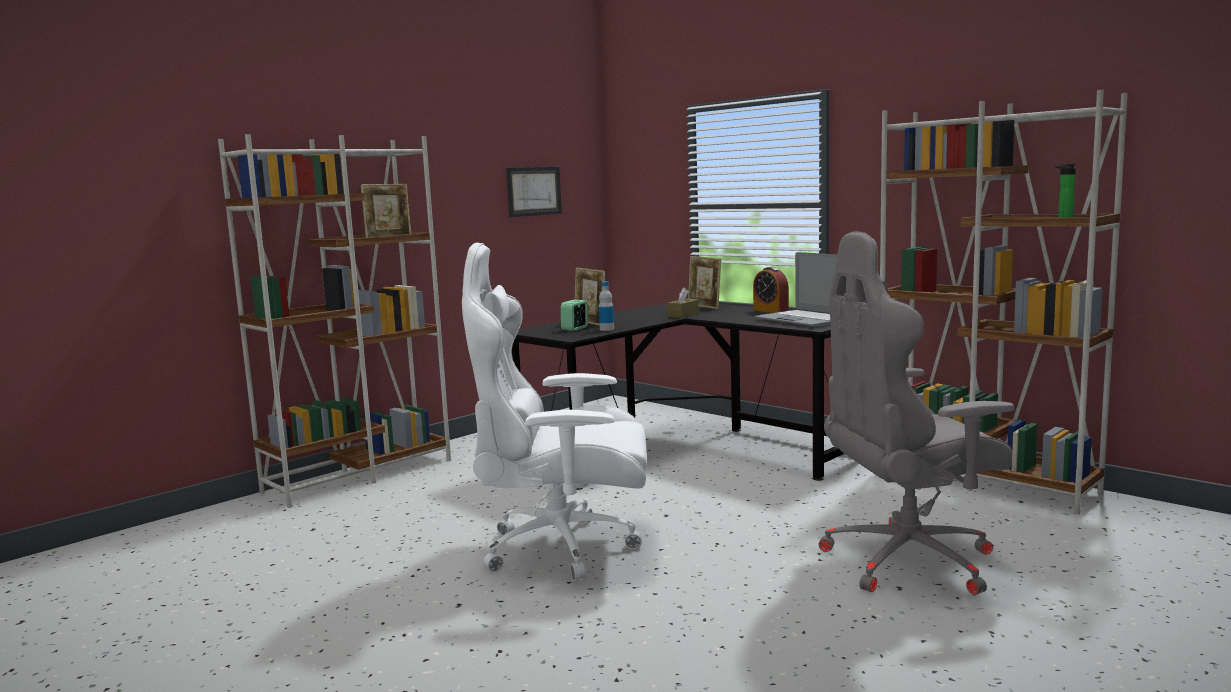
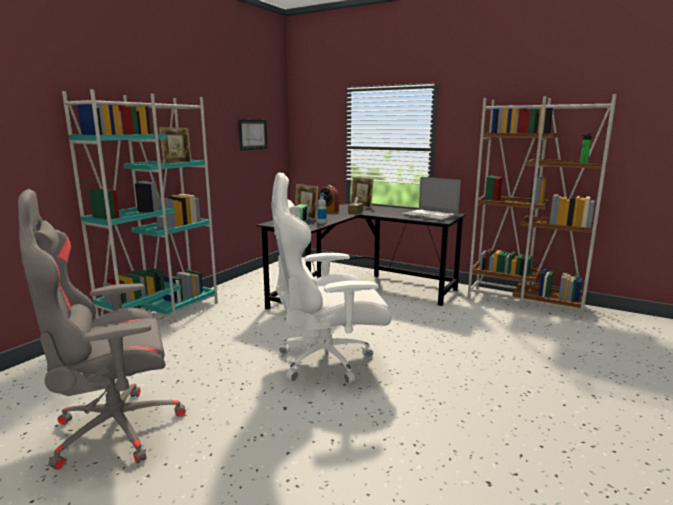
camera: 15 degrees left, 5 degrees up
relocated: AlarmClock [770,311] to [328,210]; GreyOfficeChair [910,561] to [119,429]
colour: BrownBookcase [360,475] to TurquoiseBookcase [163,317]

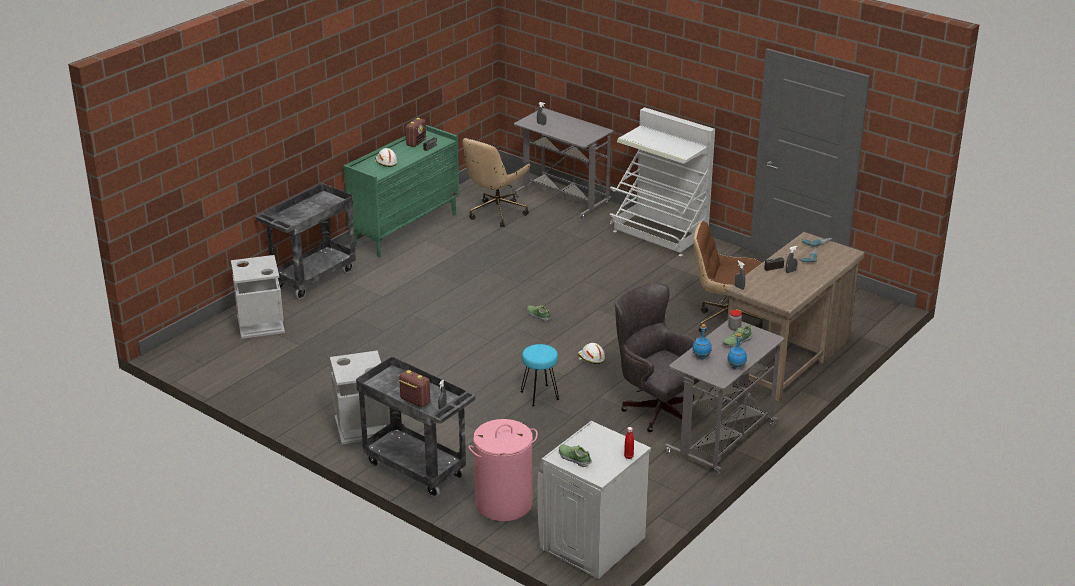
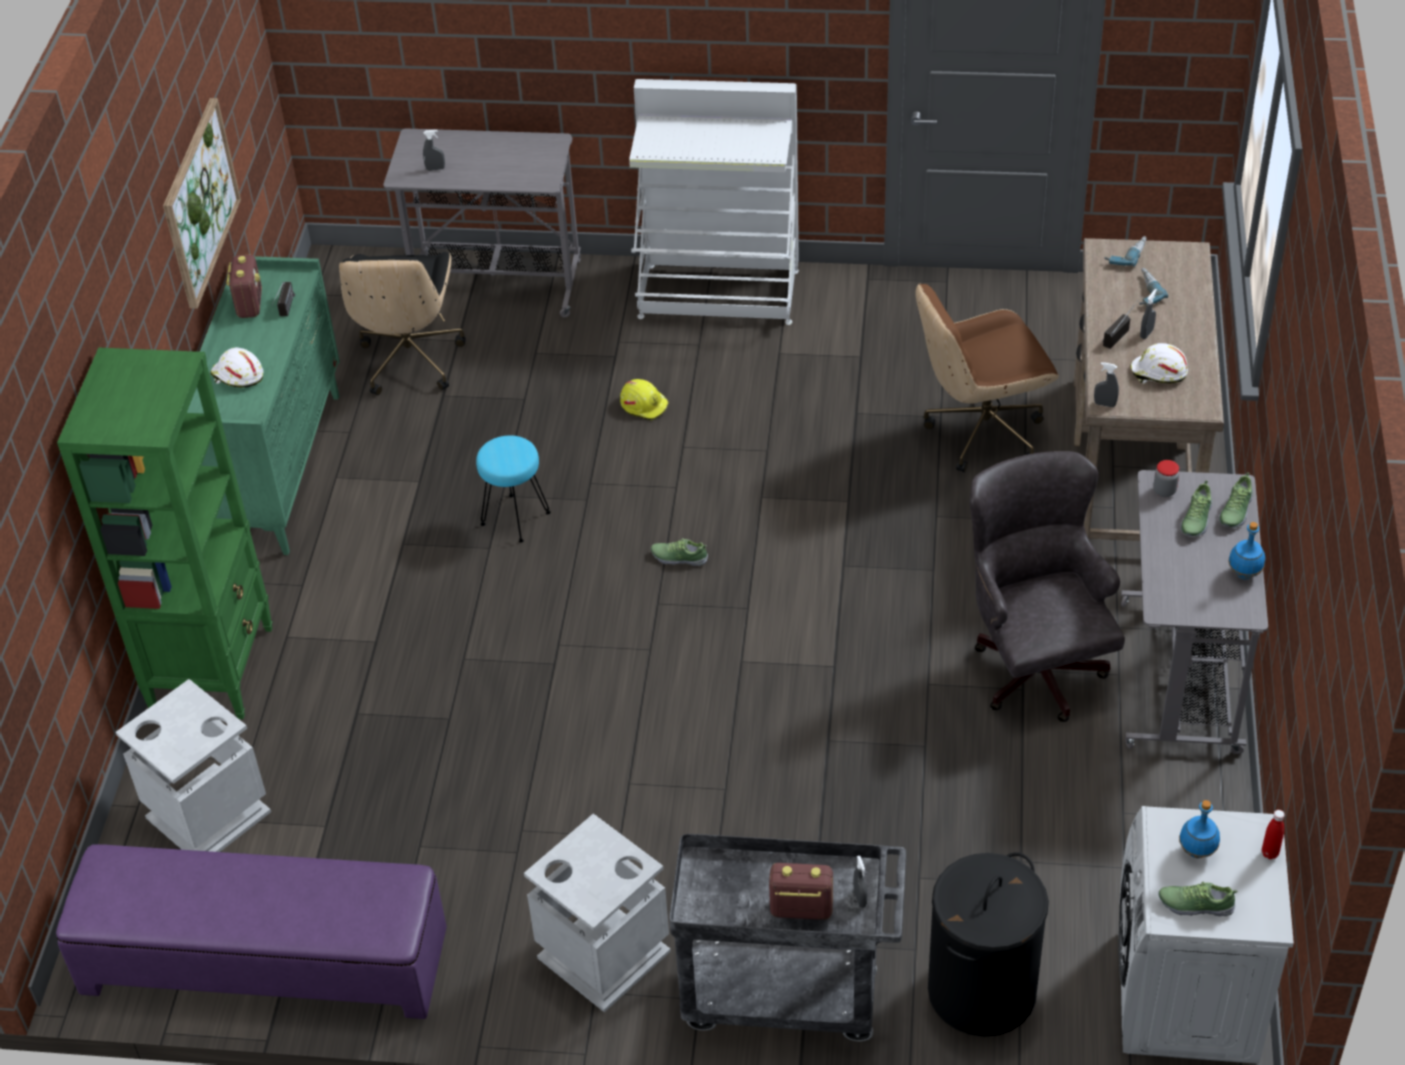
camera: 30 degrees left, 15 degrees up
appeared: PurpleBench [262,961]; Picture [199,202]; YellowHardHat [644,405]; Shoe [1235,511]
relocated: TurquoiseStool [539,395] to [515,518]; WhiteHardHat [591,358] to [1158,373]; BlueBottle [701,357] to [1197,852]
exchanged: GreyCart [311,281] to GreenBookcase [213,668]
colour: PinkLaundryBasket [503,504] to BlackLaundryBasket [982,991]
spun: GreyOfficeChair [655,410] = [1035,667] 60 degrees clockwise

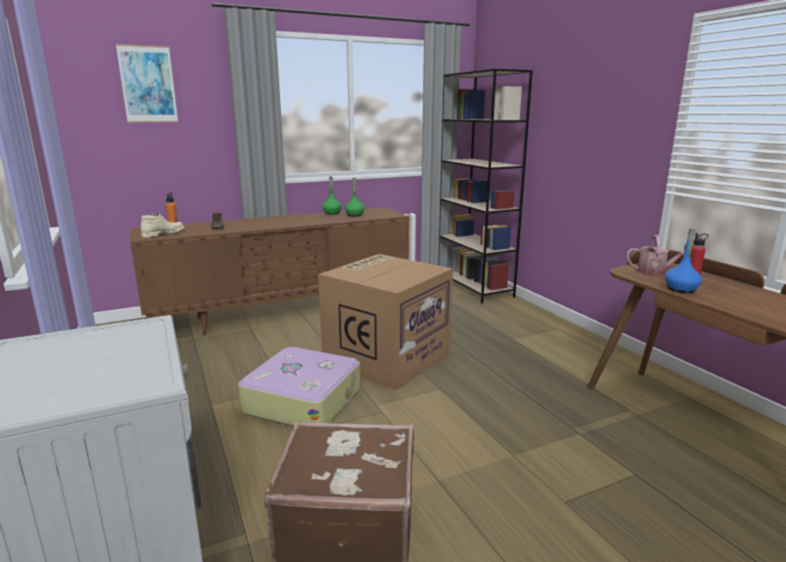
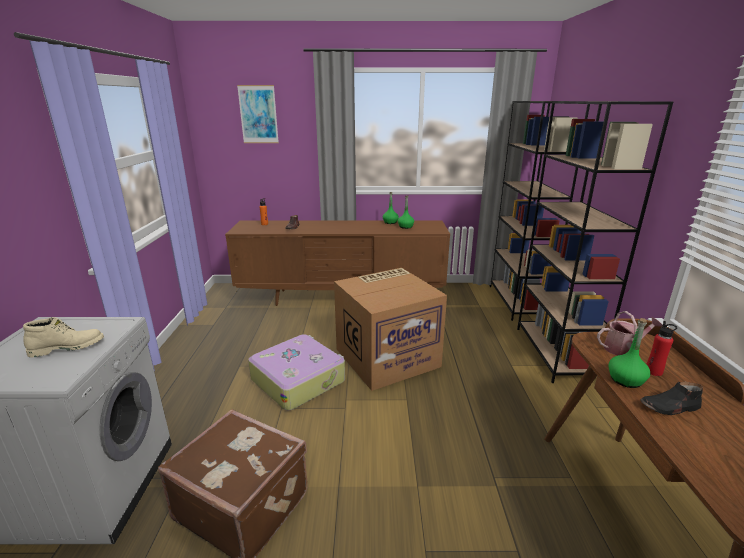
camera: 25 degrees right, 5 degrees up
appeared: BeigeBookcase [555,353]; BlackShoe [670,407]
relocated: BeigeBoot [163,234] to [68,347]
colour: BlueBottle [681,289] to GreenBottle [625,380]
spun: WateringCan [655,272] = [623,349] 45 degrees counterclockwise

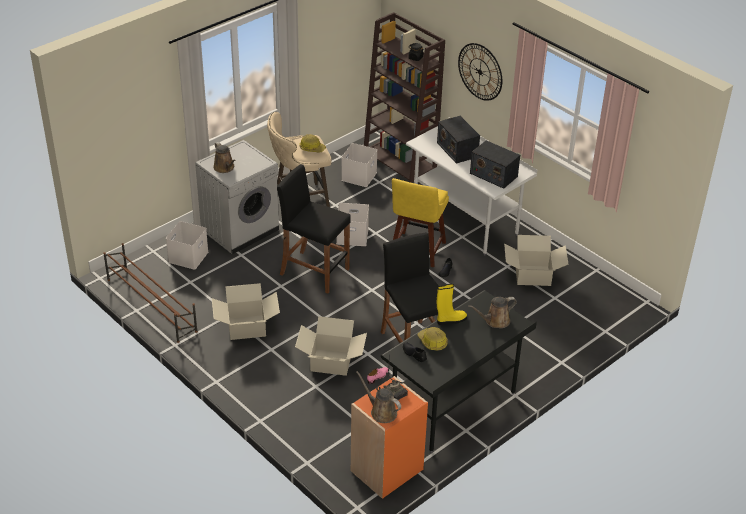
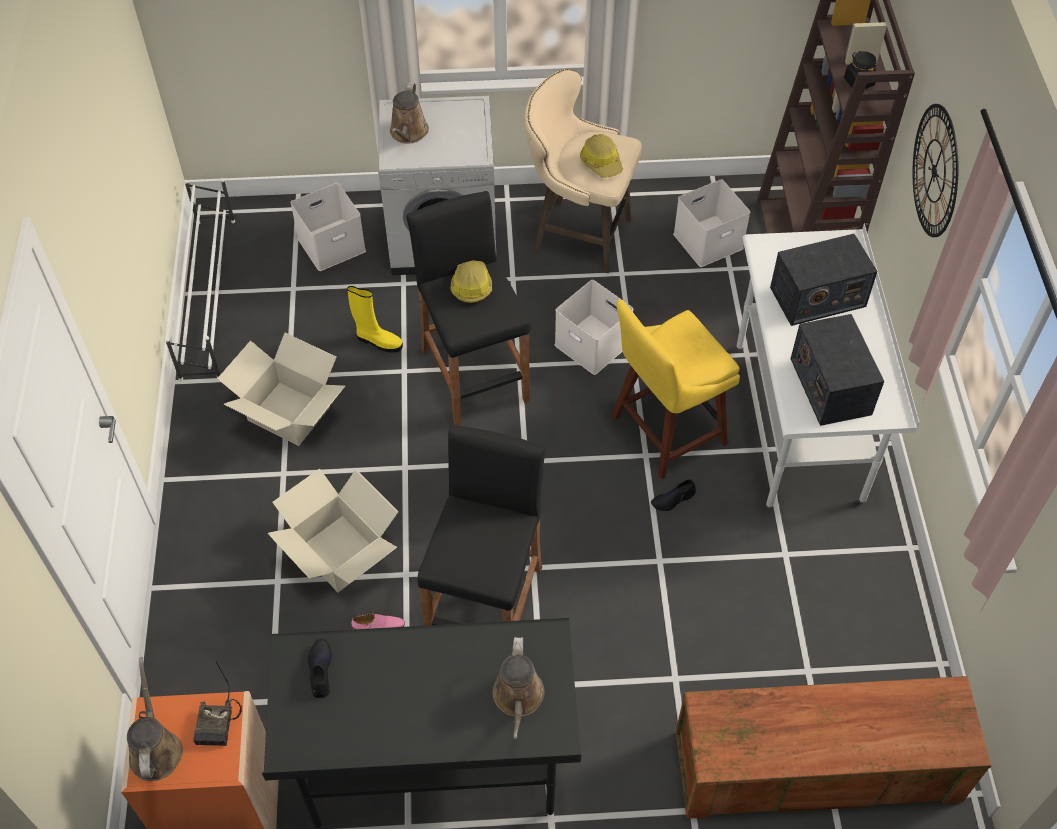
camera: 40 degrees right, 15 degrees up
missing: CardboardBox [533,276]
appeared: BrownBench [815,769]
relocated: HardHat [432,342] to [471,285]; YellowBoot [450,320] to [378,341]
colour: BrownShoeRack [151,305] to WhiteShoeRack [209,296]
spun: Radio [457,149] = [817,297] 120 degrees counterclockwise; BrownWateringCan [495,321] = [518,698] 105 degrees counterclockwise

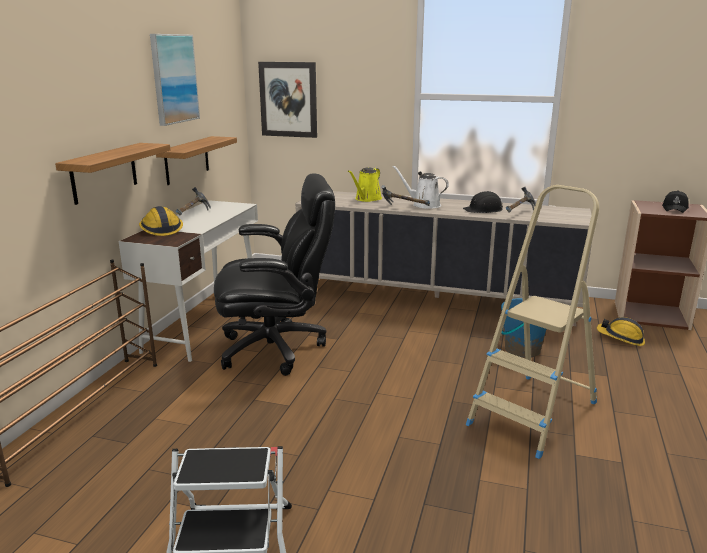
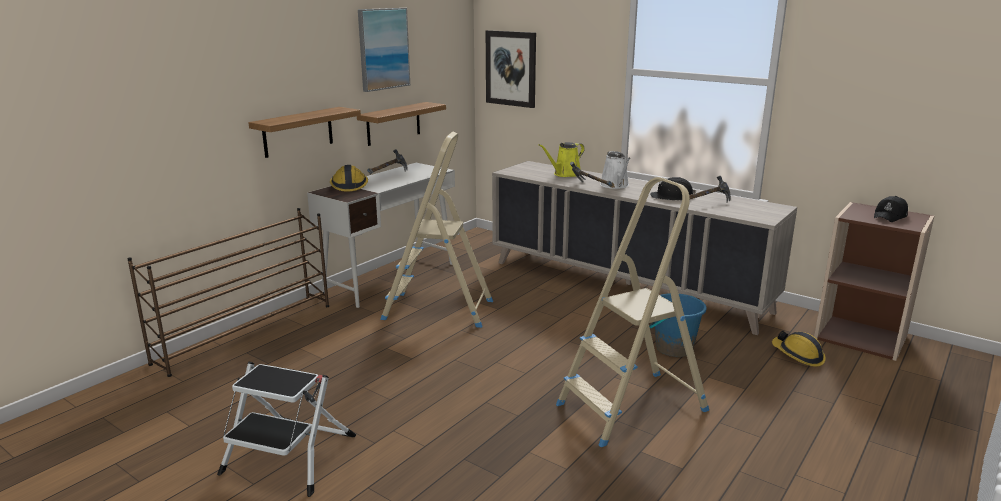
camera: 20 degrees right, 0 degrees up
exchanged: BlackOfficeChair [277,350] to BeigeStepLadder [437,310]
spun: WhiteWateringCan [423,205] = [615,185] 150 degrees counterclockwise

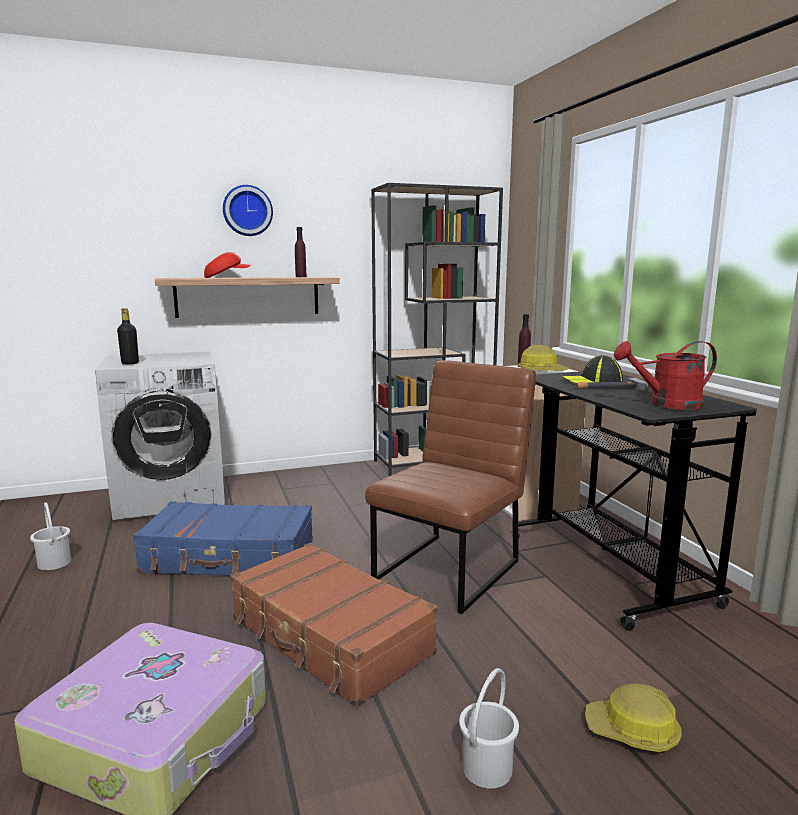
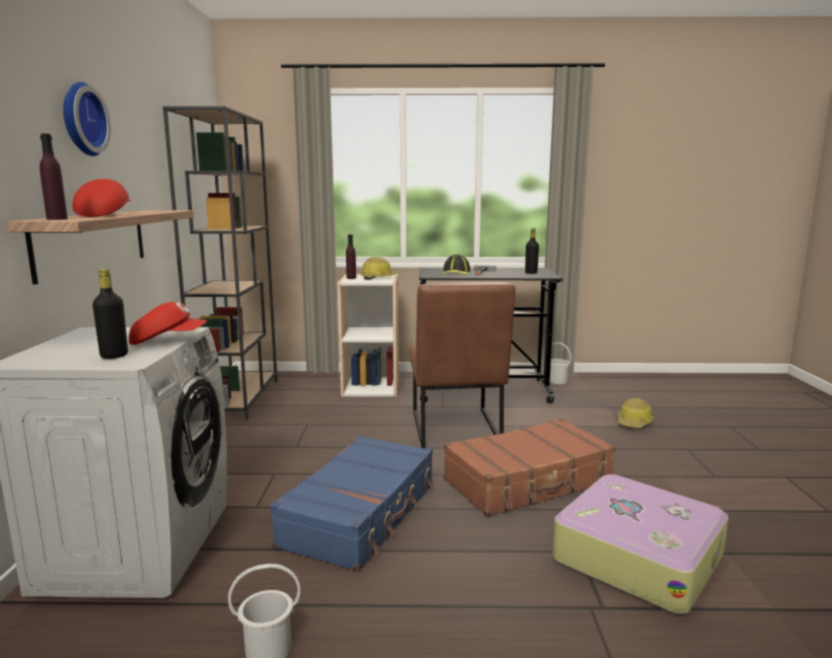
camera: 70 degrees left, 0 degrees up
appeared: RedCap [168,341]
relocated: PurpleBottle [301,277] to [57,219]; WhiteBucket [488,768] to [557,381]
exchanged: RedWateringCan [666,405] to BlackBottle [531,273]
spun: BrownChair [450,569] = [455,429] 150 degrees counterclockwise

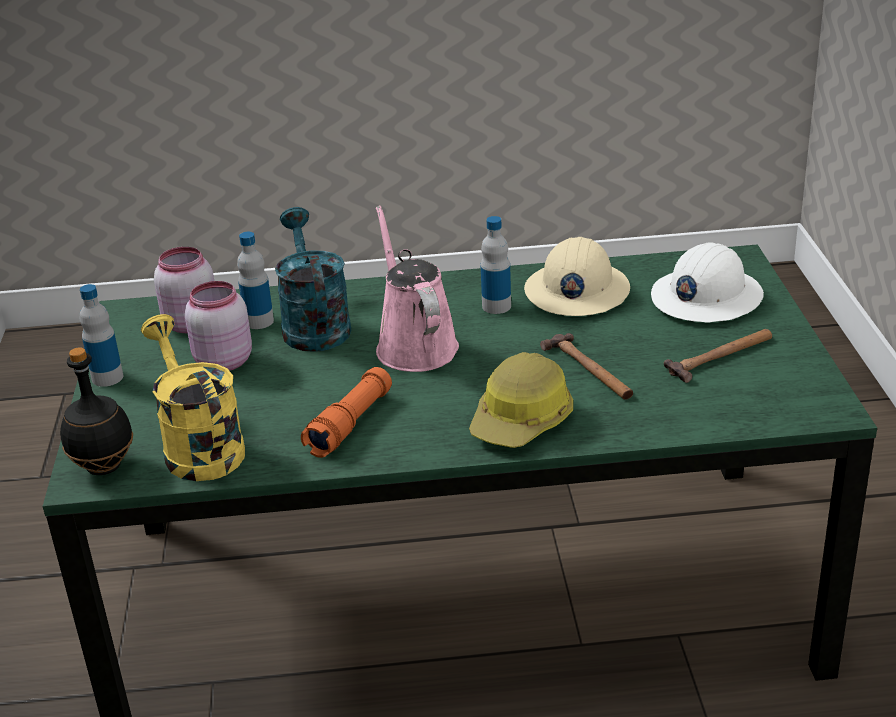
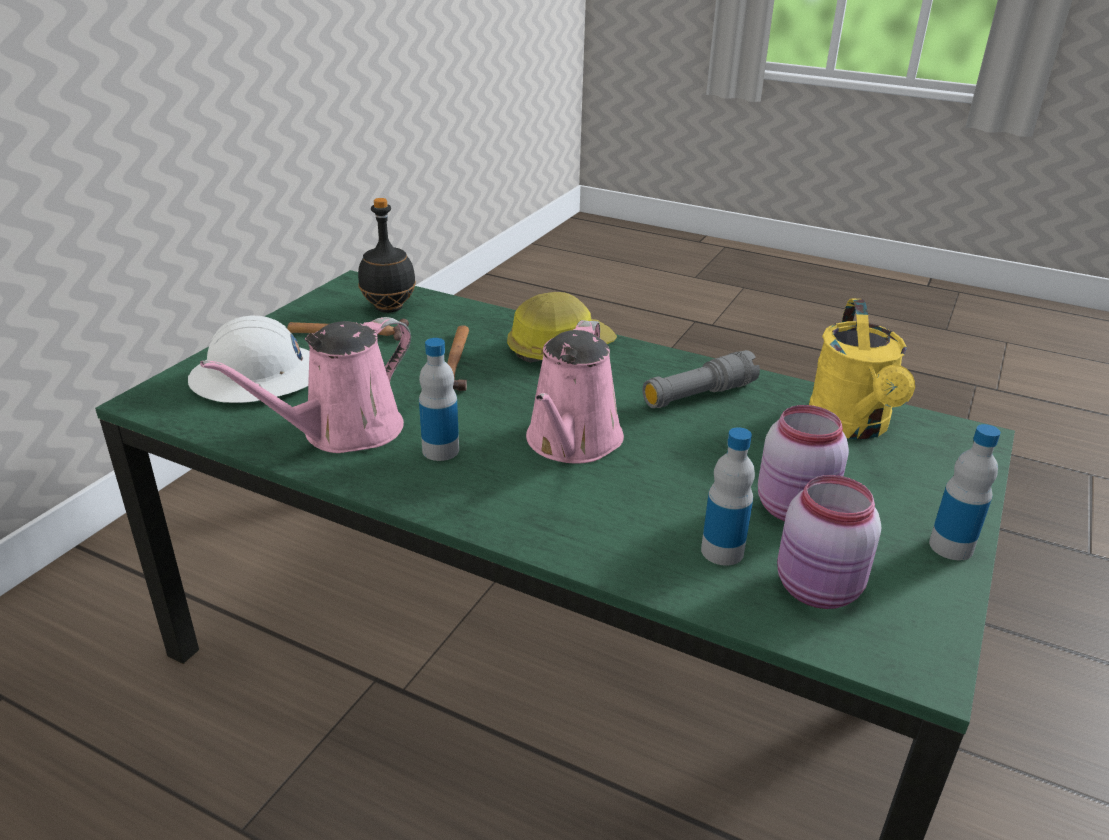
camera: 150 degrees left, 0 degrees up
missing: TurquoiseWateringCan [313,325]
relocated: BlackBottle [103,467] to [389,308]
exchanged: BeigeHardHat [576,292] to PinkWateringCan [344,432]
colour: OrangeFlashlight [350,424] to GreyFlashlight [699,395]

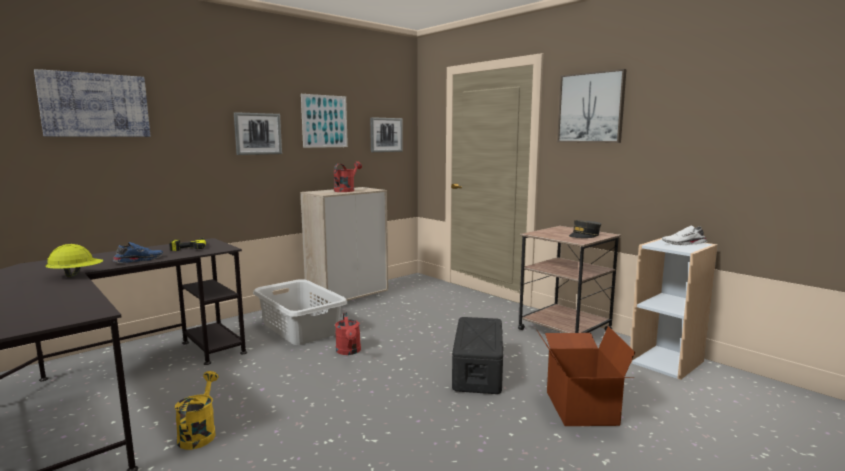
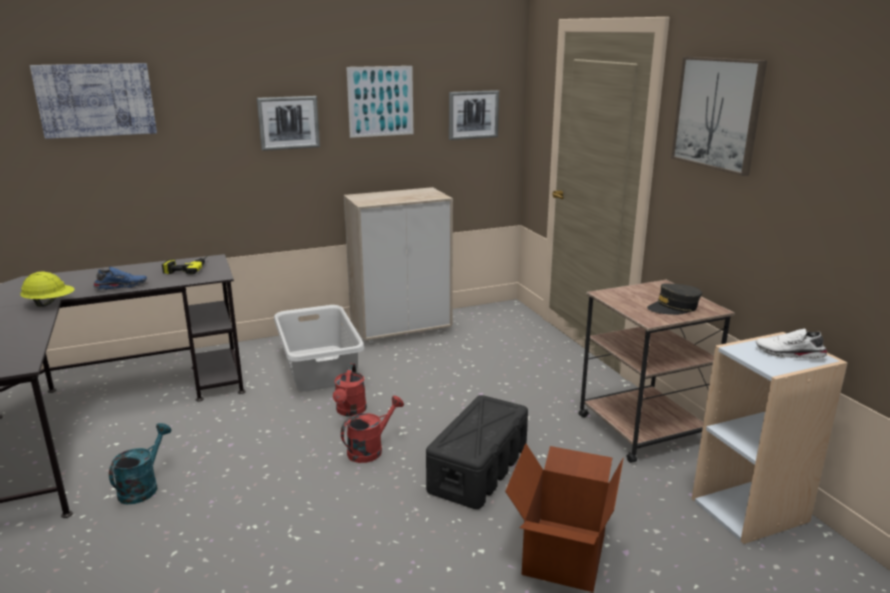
camera: 20 degrees right, 10 degrees up
relocated: RedWateringCan [346,190] to [370,449]
colour: YellowWateringCan [199,433] to TurquoiseWateringCan [143,487]

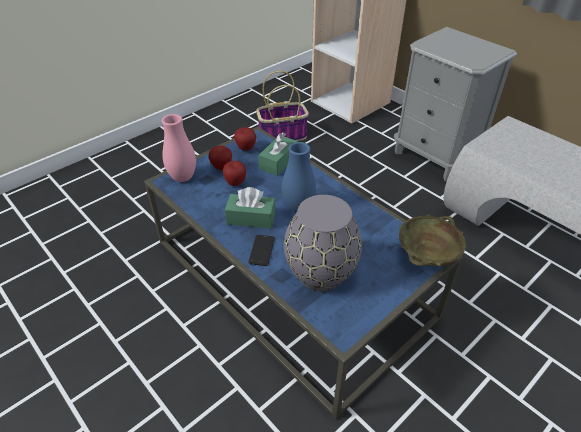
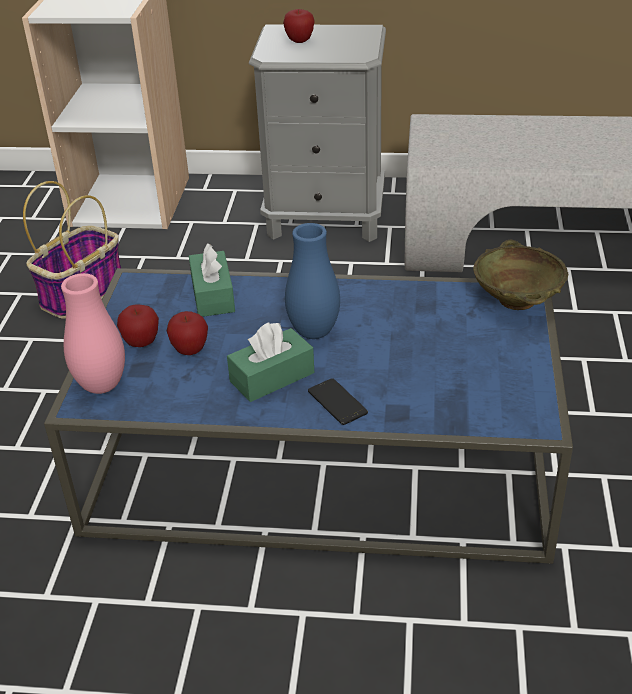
camera: 40 degrees left, 5 degrees down
missing: GreyVase [321,274]
relocated: Apple [246,148] to [299,41]

